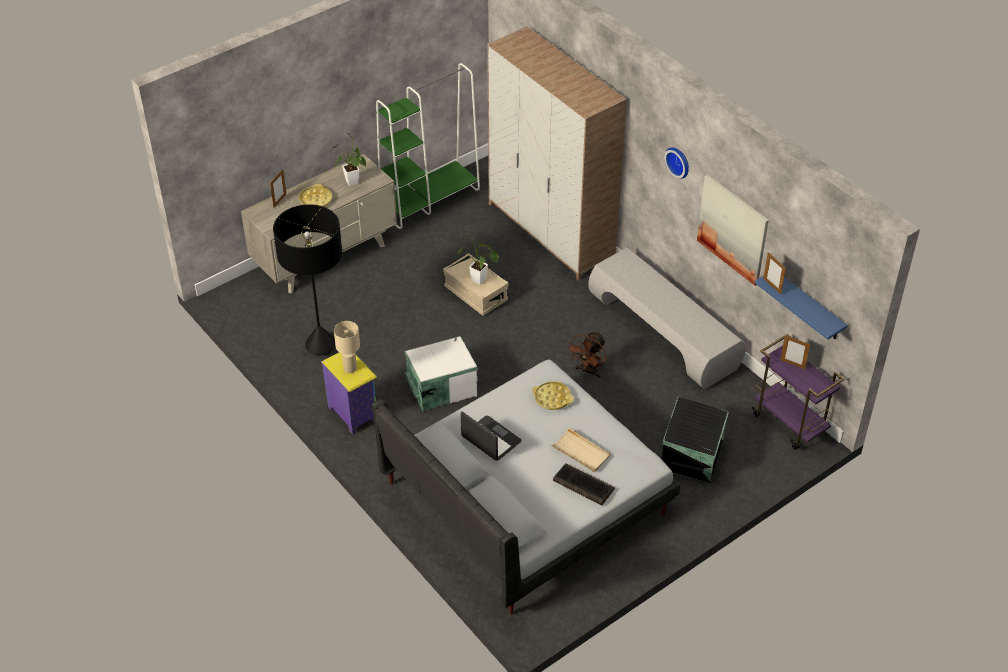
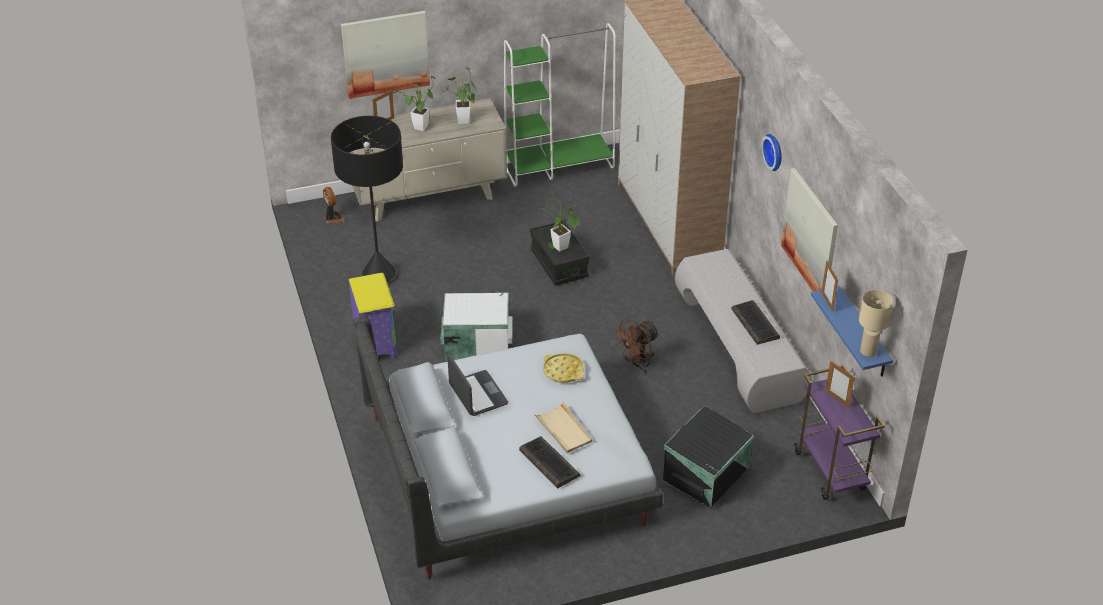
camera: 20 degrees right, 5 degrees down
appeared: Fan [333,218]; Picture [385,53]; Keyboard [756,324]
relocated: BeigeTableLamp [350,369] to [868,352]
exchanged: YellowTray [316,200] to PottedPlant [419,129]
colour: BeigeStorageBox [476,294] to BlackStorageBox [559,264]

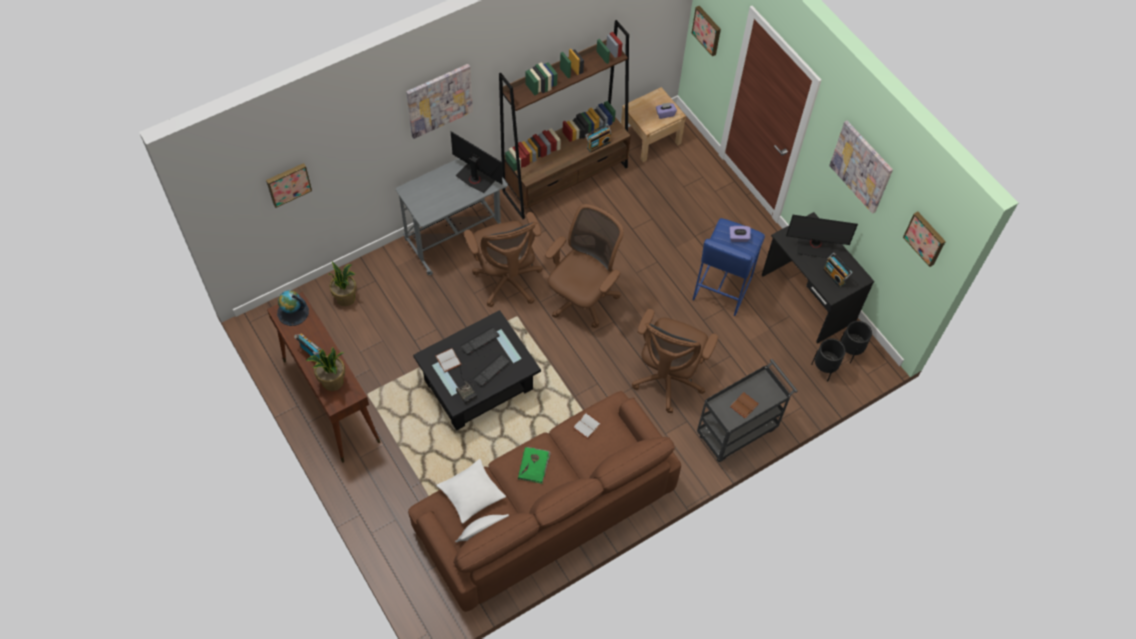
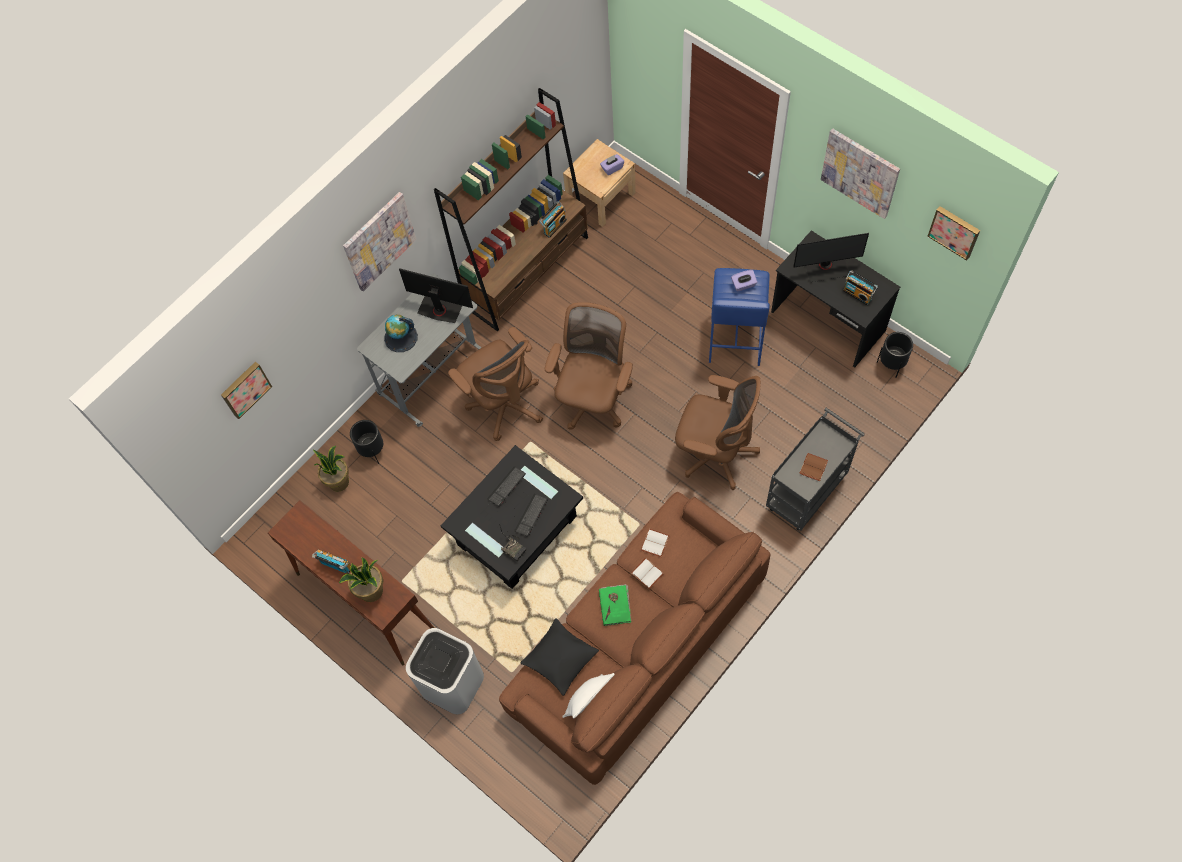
camera: 10 degrees left, 5 degrees up
missing: Picture [707,30]
appeared: WhiteTrashCan [451,683]
relocated: Globe [293,312] to [401,337]; WhiteBook [449,360] to [648,573]; BlackPlanter [824,369] to [373,452]
colour: WhitePillow [471,494] to BlackPillow [560,659]
spun: BrownOfficeChair [668,375] = [713,454] 75 degrees counterclockwise

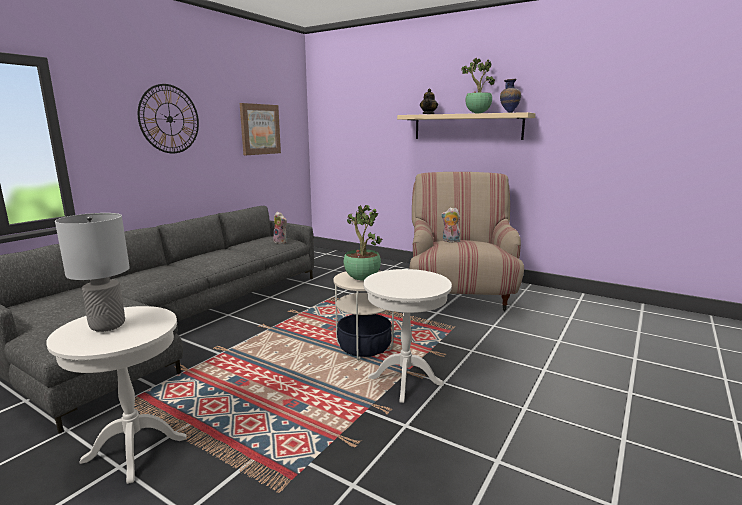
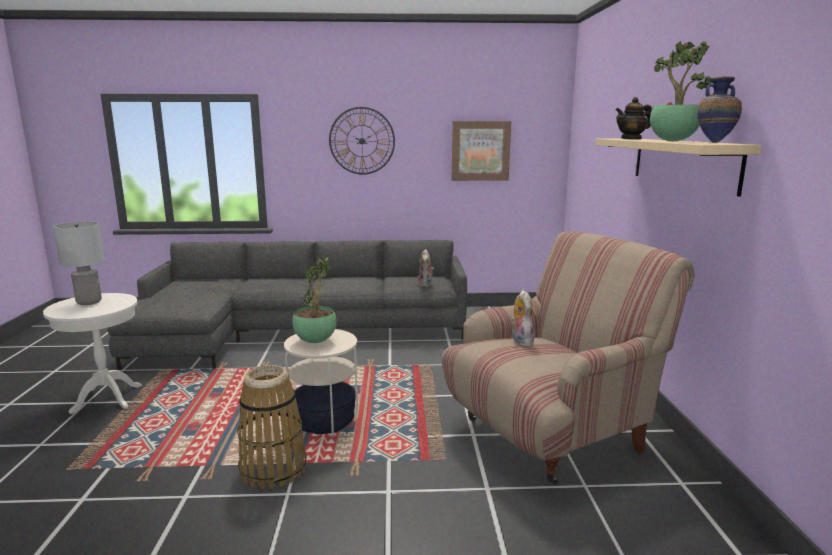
camera: 55 degrees right, 0 degrees up
exchanged: WhiteSideTable [405,381] to Basket [273,468]

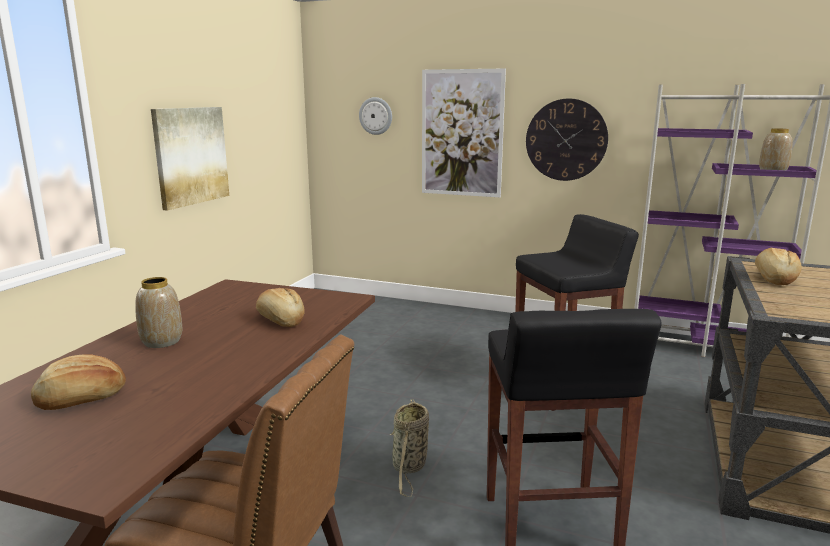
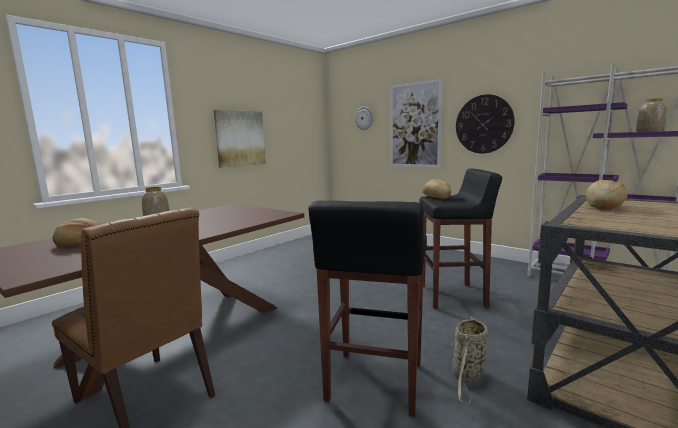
camera: 20 degrees right, 5 degrees down
relocated: Bread [280,320] to [436,197]; Basket [409,467] to [467,376]

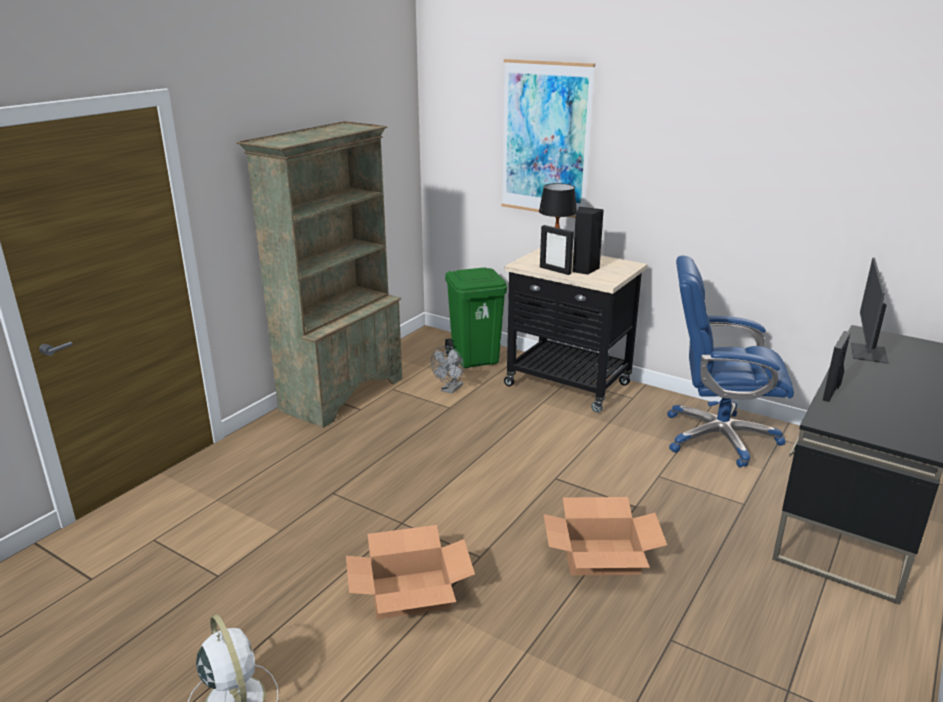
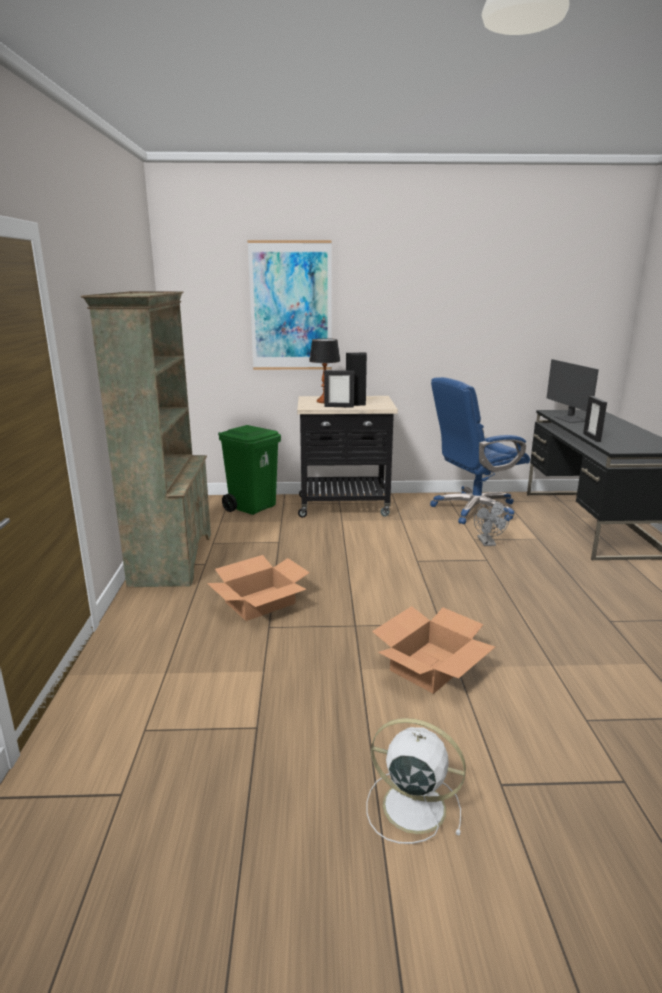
camera: 35 degrees left, 5 degrees down
relocated: GreyFan [450,390] to [488,543]; CardboardBox [601,557] to [260,603]

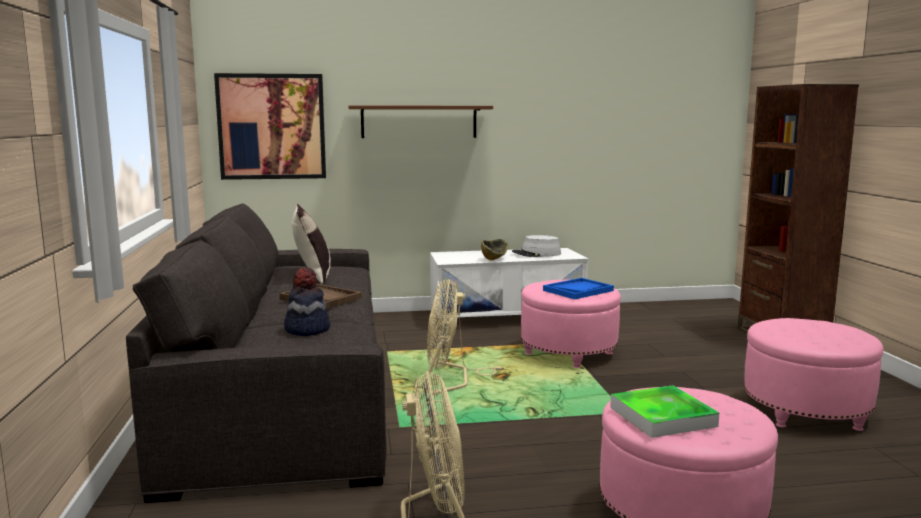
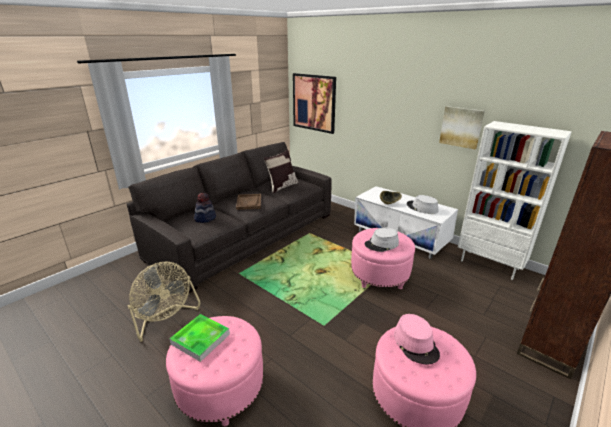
camera: 50 degrees right, 15 degrees up
missing: BrownShelf [419,121]; BeigeFan [452,377]
appeared: PinkHat [416,344]; Picture [461,127]; WhiteBookcase [490,264]
exchanged: BlueTray [578,290] to GreyHat [381,244]

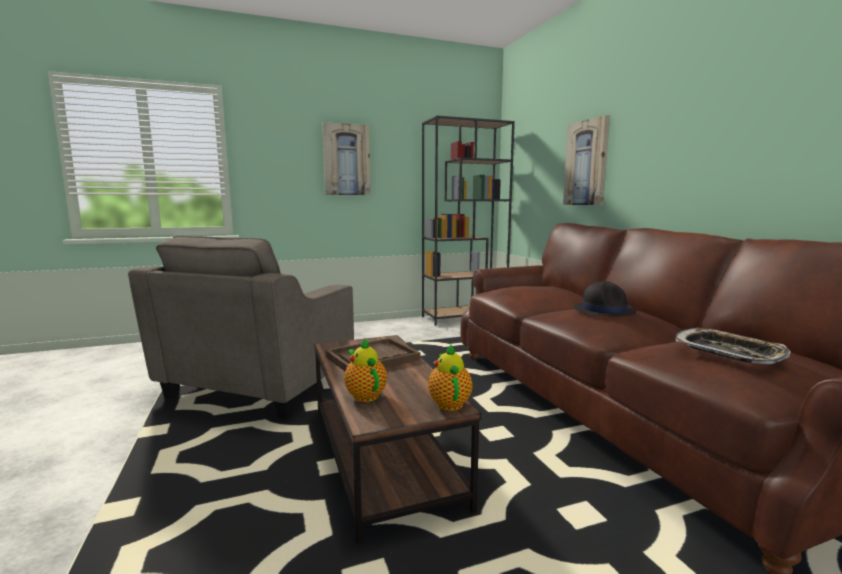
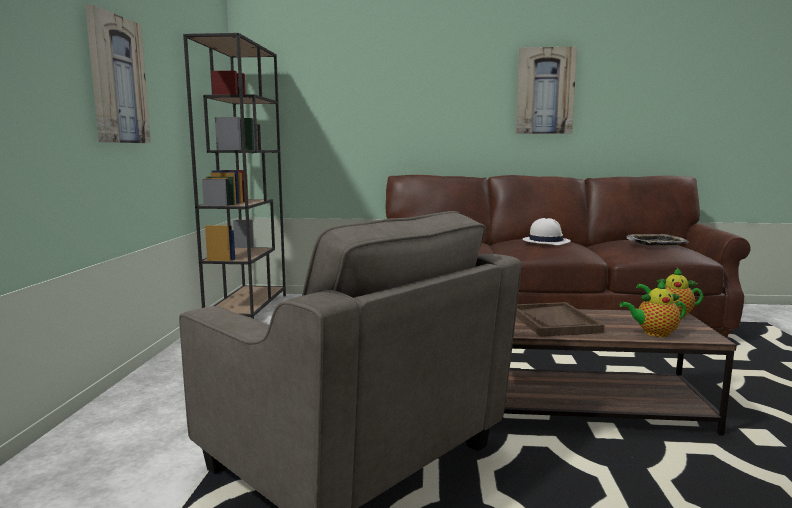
camera: 65 degrees left, 0 degrees up
relocated: Picture [586,163] to [545,91]
colour: BlackHat [604,310] to WhiteHat [545,241]

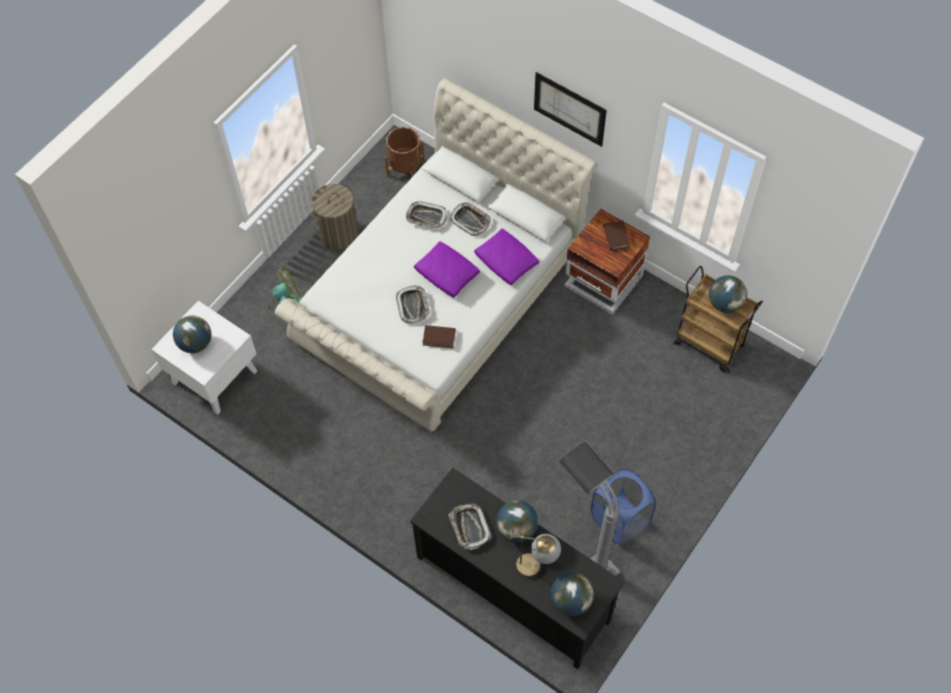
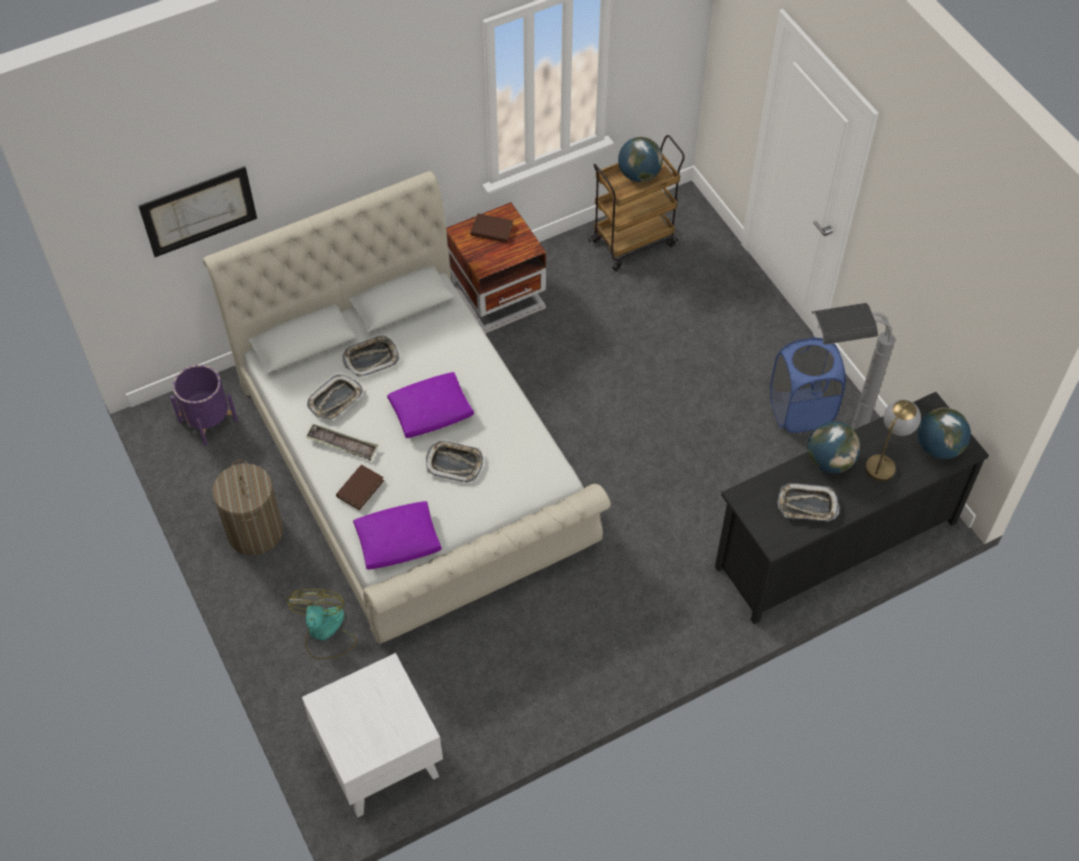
camera: 65 degrees left, 5 degrees down
missing: Globe [195,343]
appeared: Tray [342,445]
relocated: BrownBook [439,337] to [360,488]; PurplePillow [506,262] to [399,541]; Picture [569,109] to [199,211]
colour: BrownPlanter [405,168] to PurplePlanter [208,421]

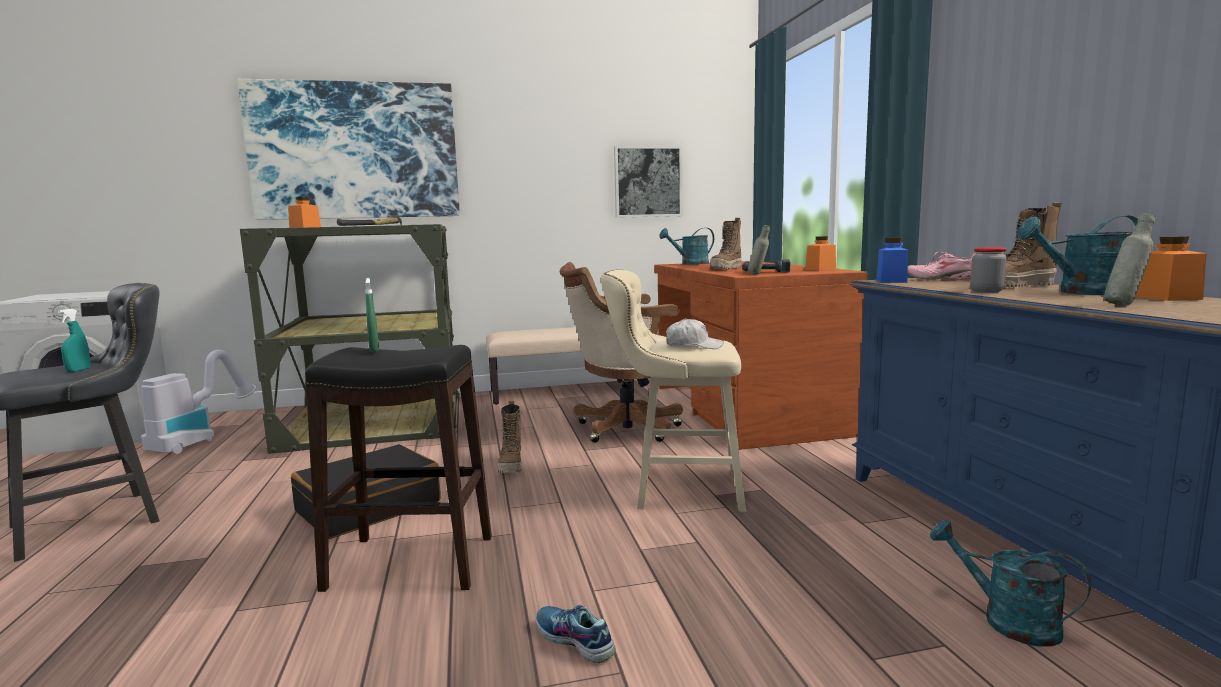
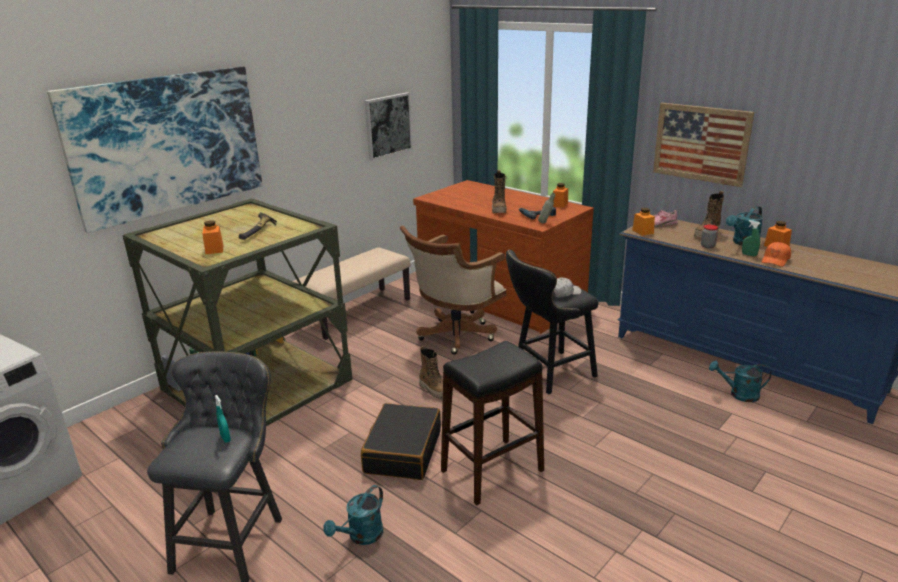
camera: 35 degrees left, 15 degrees up
missing: VacuumCleaner [200,439]; Shoe [574,641]
appeared: Picture [701,143]
relocated: GreenSprayBottle [374,350] to [749,255]; TurquoiseWateringCan [690,264] to [361,536]
exchanged: GreyBottle [1125,305] to OrangeCap [775,260]
colour: BeigeStool [673,489] to BlackStool [547,374]; BlueJar [891,281] to OrangeJar [643,232]

